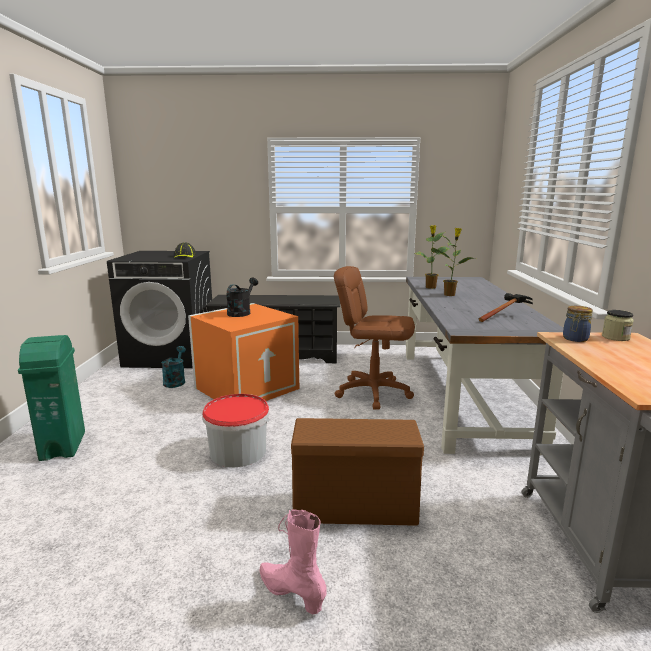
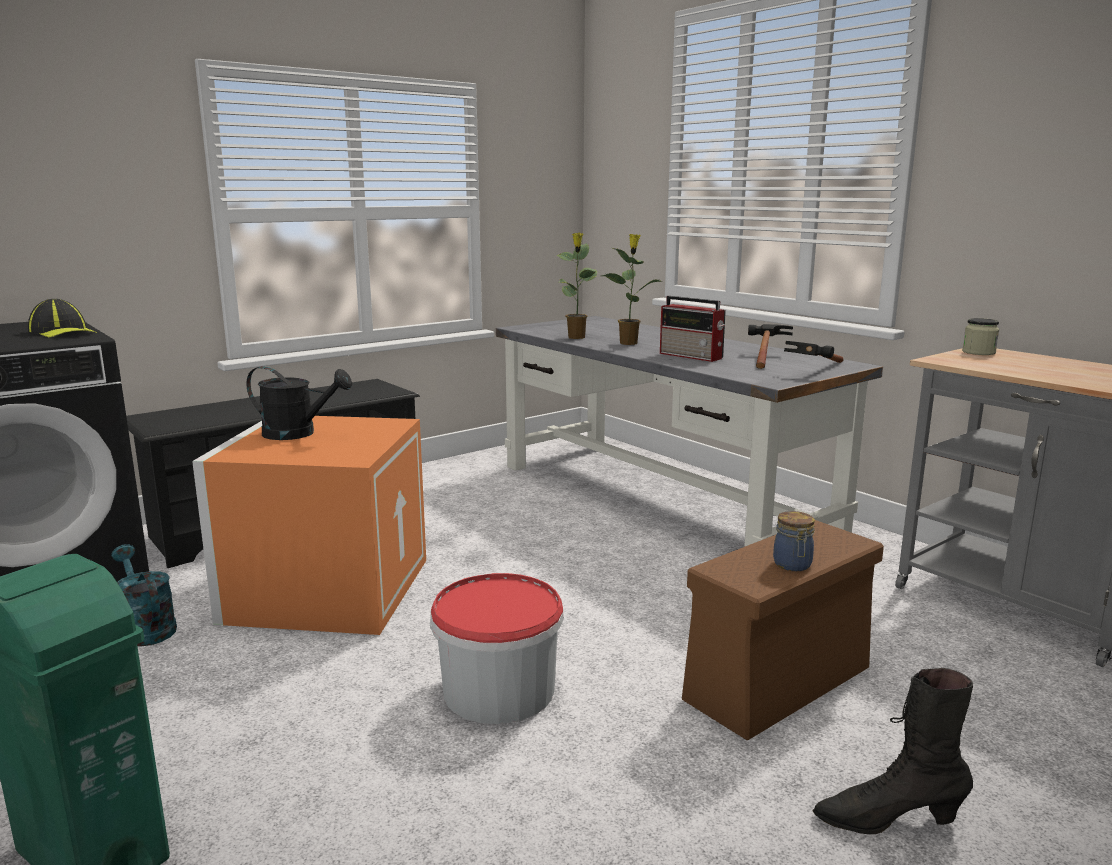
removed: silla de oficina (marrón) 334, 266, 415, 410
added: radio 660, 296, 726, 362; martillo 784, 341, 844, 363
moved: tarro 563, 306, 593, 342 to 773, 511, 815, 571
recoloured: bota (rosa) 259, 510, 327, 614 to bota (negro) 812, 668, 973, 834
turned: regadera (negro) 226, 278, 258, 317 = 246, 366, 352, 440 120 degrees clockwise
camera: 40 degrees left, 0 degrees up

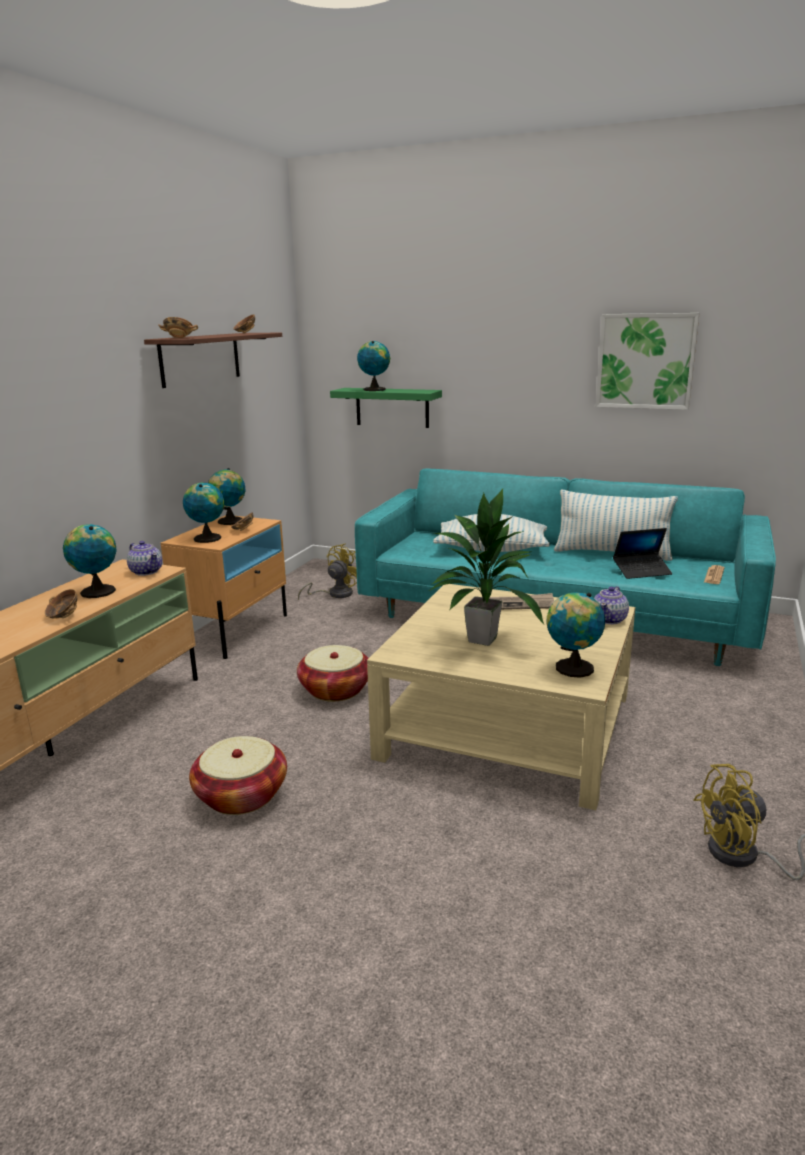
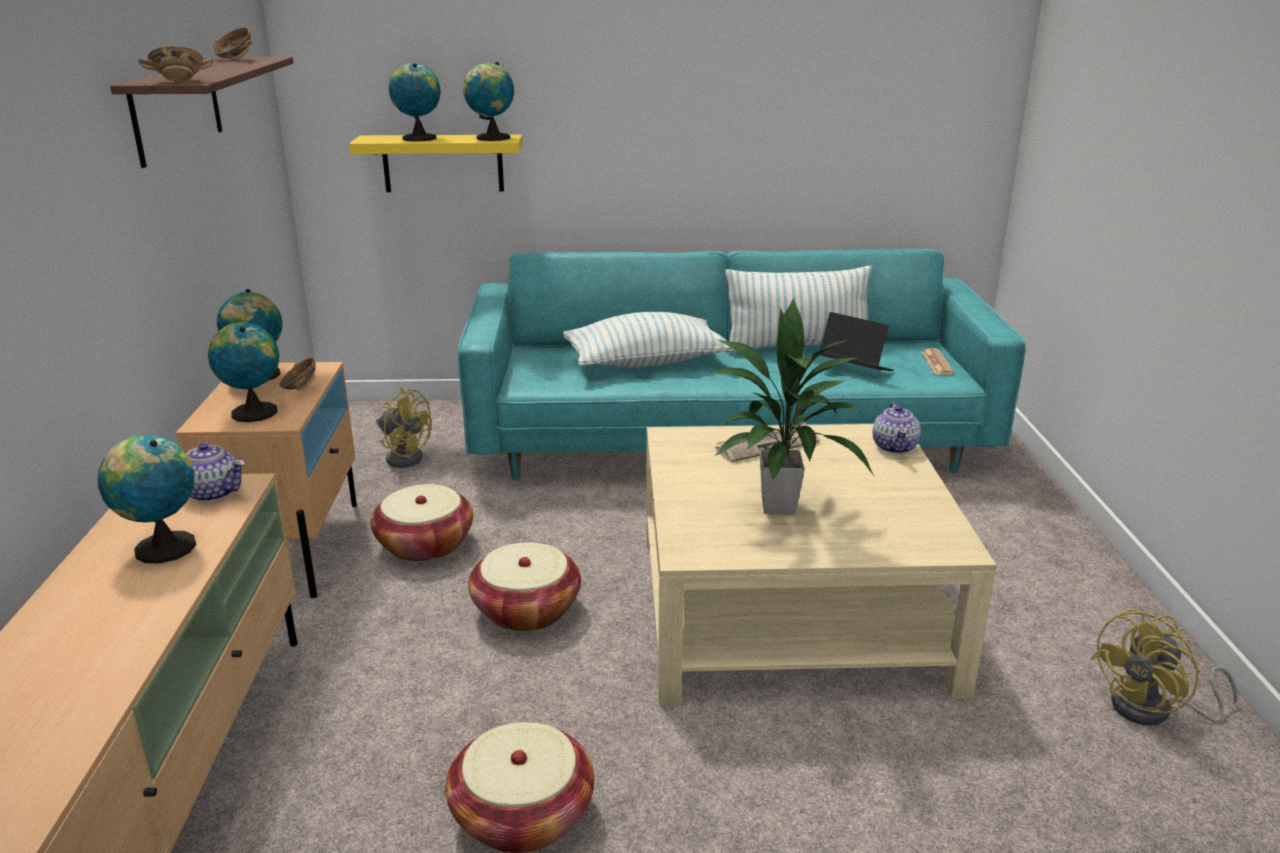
removed: cuenco 45, 589, 77, 619; cuadro 596, 313, 699, 410
added: cesta 370, 484, 473, 562
moved: globo terráqueo 546, 592, 605, 678 to 463, 62, 514, 141
recoloured: estante (verde) 330, 388, 442, 428 to estante (amarillo) 349, 135, 522, 192
turned: ventilador (amarillo) 298, 543, 357, 600 = 376, 387, 432, 468 105 degrees clockwise; portátil 613, 528, 673, 579 = 820, 312, 894, 371 105 degrees counterclockwise
camera: 25 degrees left, 5 degrees up

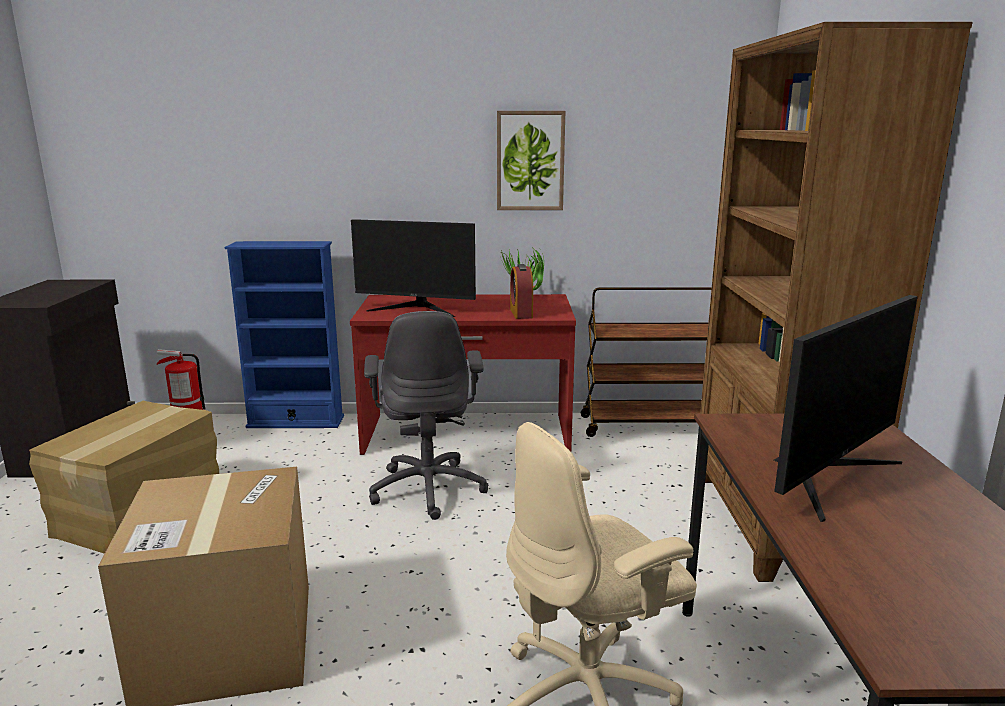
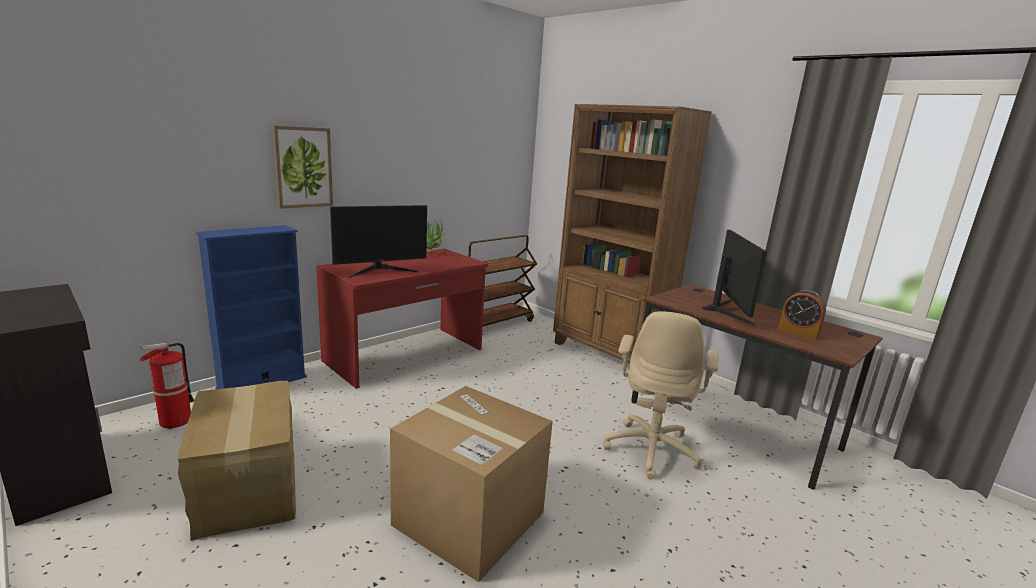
removed: silla de oficina (gris) 364, 311, 489, 520
moved: cuadro 497, 111, 565, 210 to 272, 125, 333, 209; despertador 510, 264, 533, 319 to 778, 289, 826, 340
camera: 45 degrees left, 0 degrees up

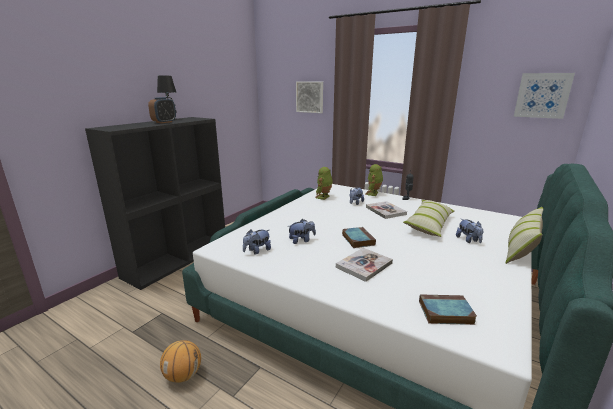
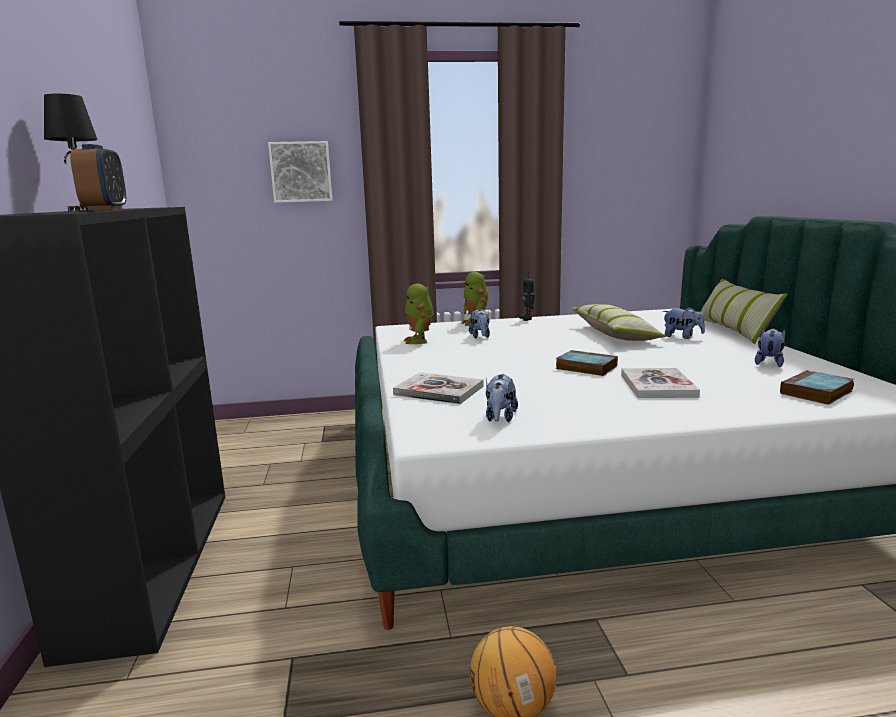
removed: cuadro 514, 73, 575, 119
moved: peluche 288, 219, 316, 244 to 755, 328, 785, 367; libro 366, 201, 407, 219 to 393, 372, 483, 404
camera: 40 degrees left, 5 degrees down

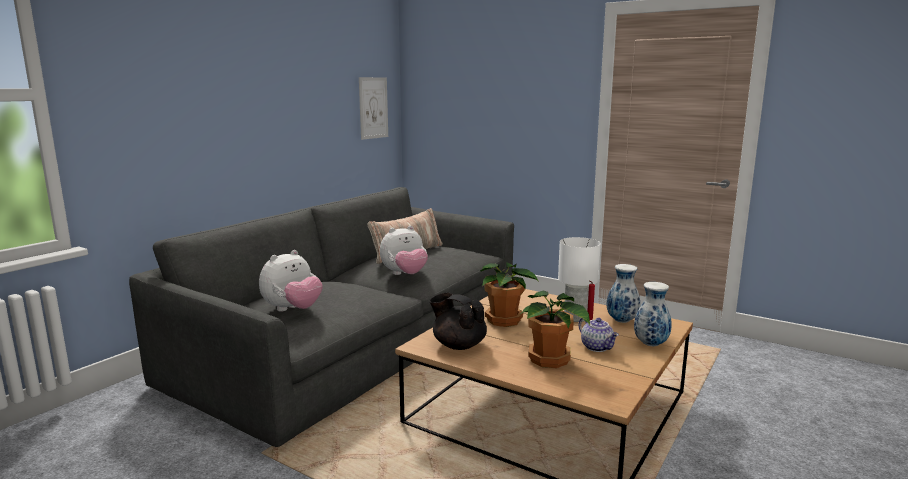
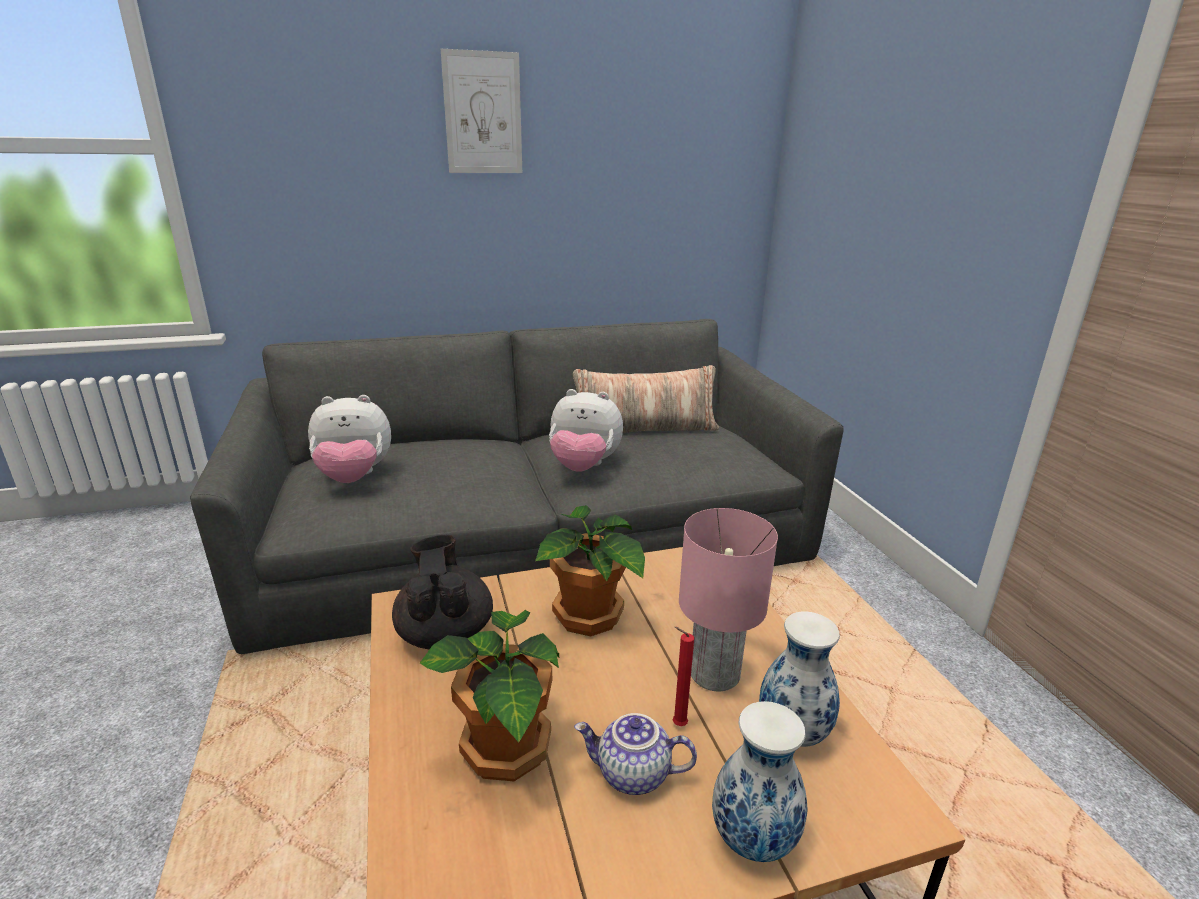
moved: cuadro 359, 77, 388, 140 to 441, 49, 522, 173
recoloured: lámpara de mesa (blanco) 558, 237, 601, 322 to lámpara de mesa (rosa) 679, 508, 778, 691
turned: tetera 579, 318, 619, 352 = 574, 713, 697, 795 90 degrees clockwise
camera: 40 degrees right, 10 degrees up

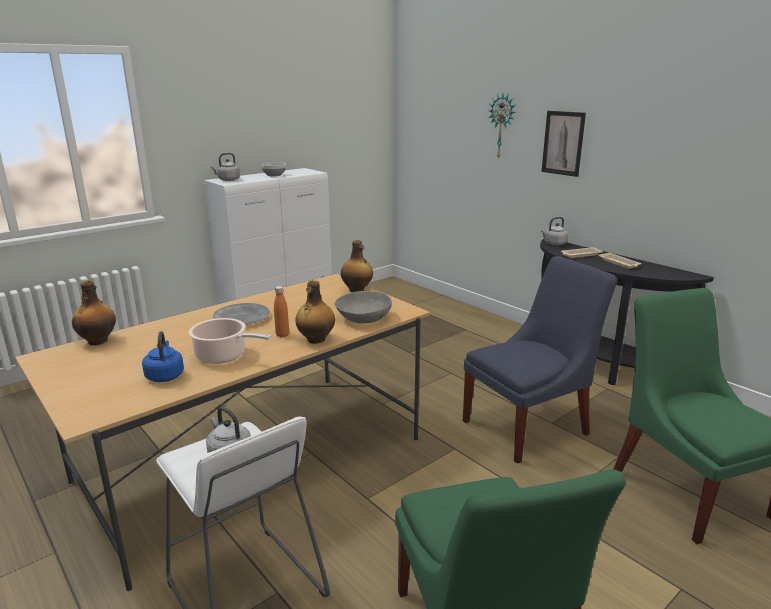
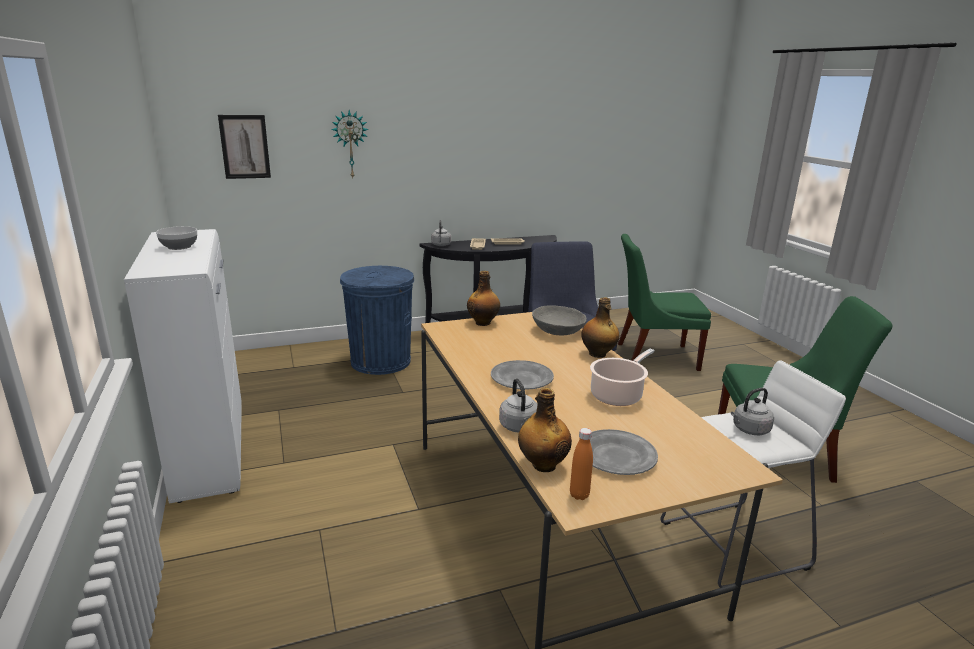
removed: hervidor (azul) 142, 331, 184, 382
added: papelera (azul) 340, 266, 414, 375; plato (gris) 590, 429, 658, 475
moved: hervidor (gris) 211, 153, 240, 181 to 499, 378, 537, 433; botella (naranja) 274, 286, 289, 337 to 570, 428, 593, 500; cuadro 542, 111, 586, 177 to 218, 115, 271, 179
camera: 70 degrees left, 0 degrees up

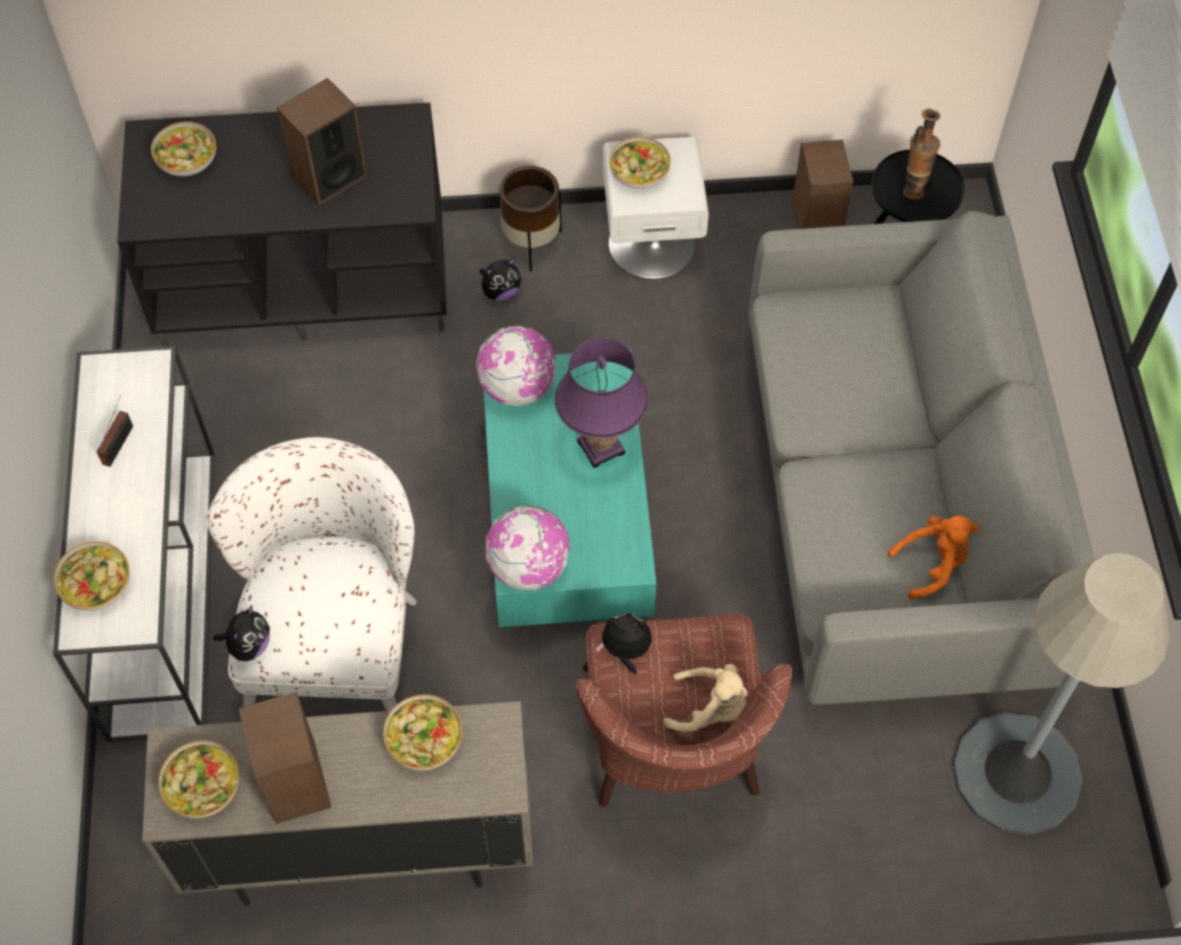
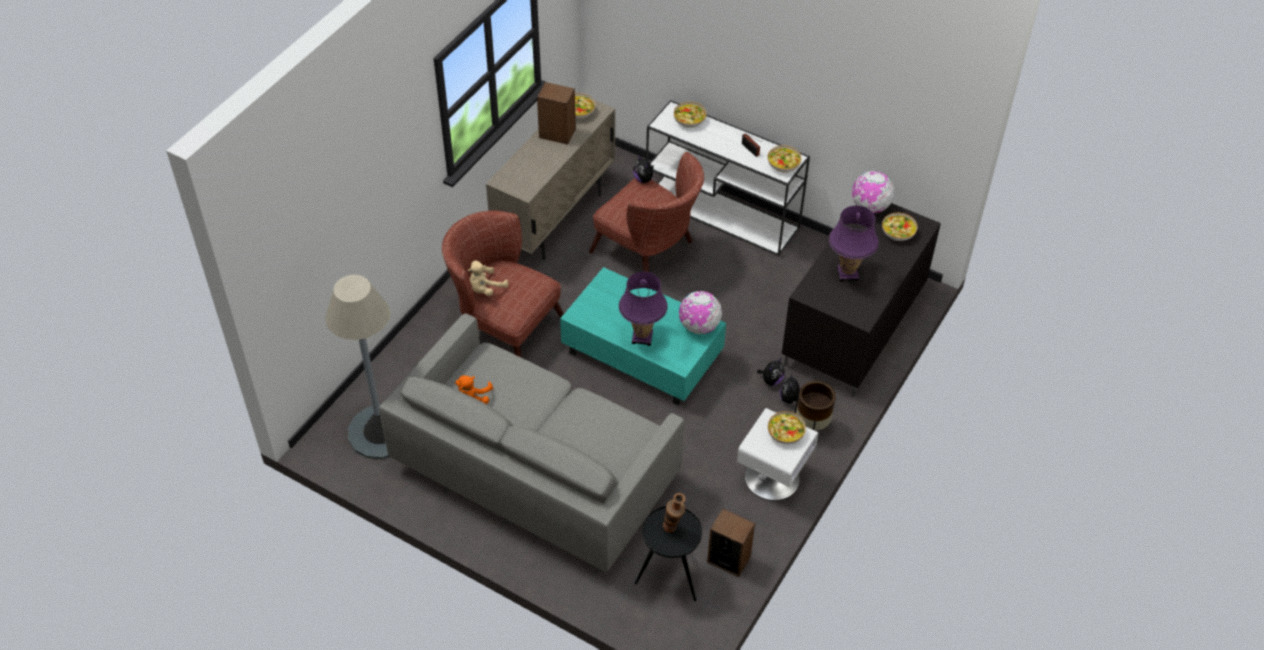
moved: cuenco 383, 695, 462, 771 to 768, 145, 801, 173; globo terráqueo 485, 505, 570, 590 to 852, 171, 894, 213; peluche 596, 614, 652, 674 to 757, 358, 785, 386
replaced: altavoz 277, 78, 367, 206 to lámpara de mesa (morado) 829, 206, 879, 282
recoloured: sillón (blanco) 206, 437, 416, 722 to sillón (marrón) 589, 152, 704, 272
camera: 125 degrees right, 10 degrees down

